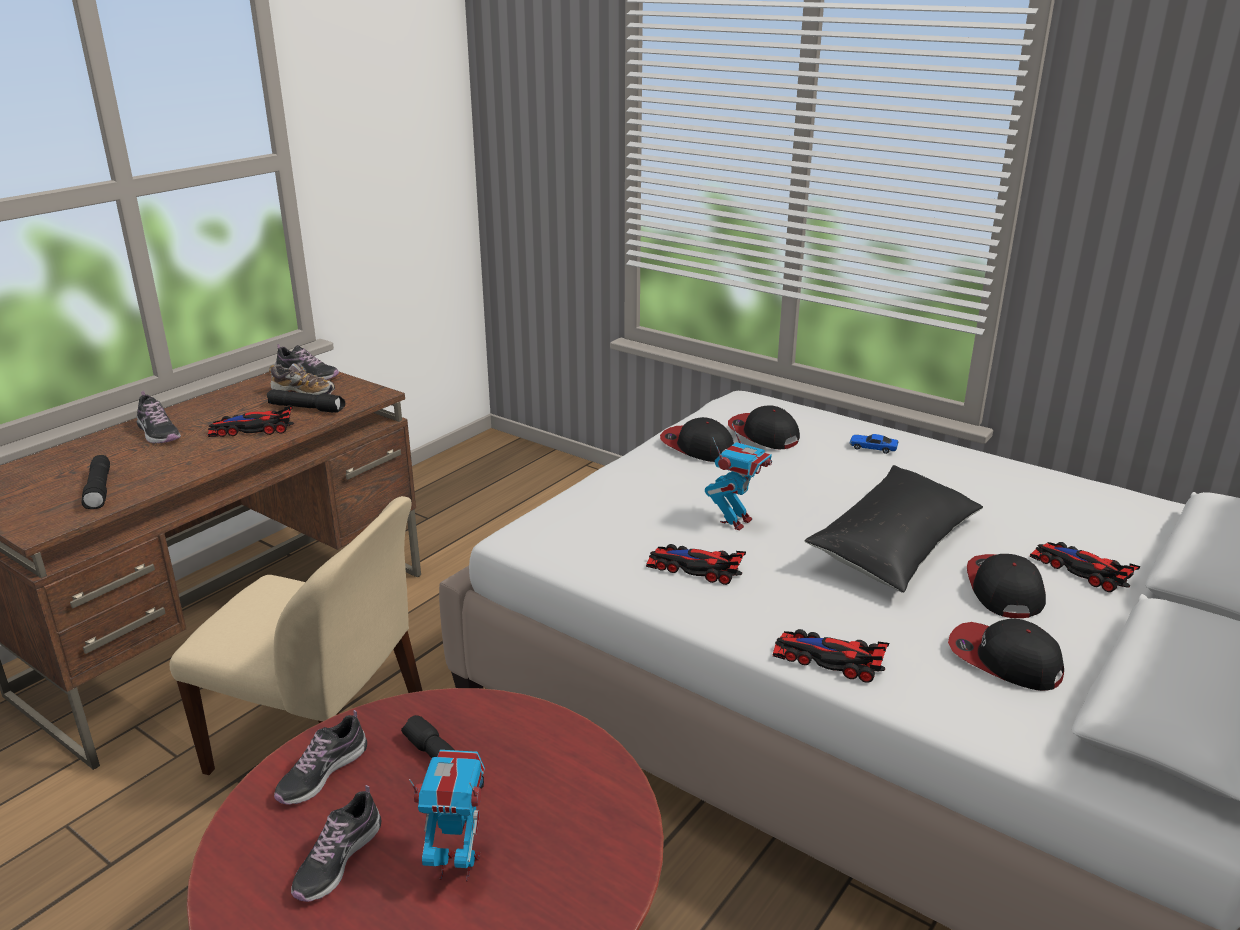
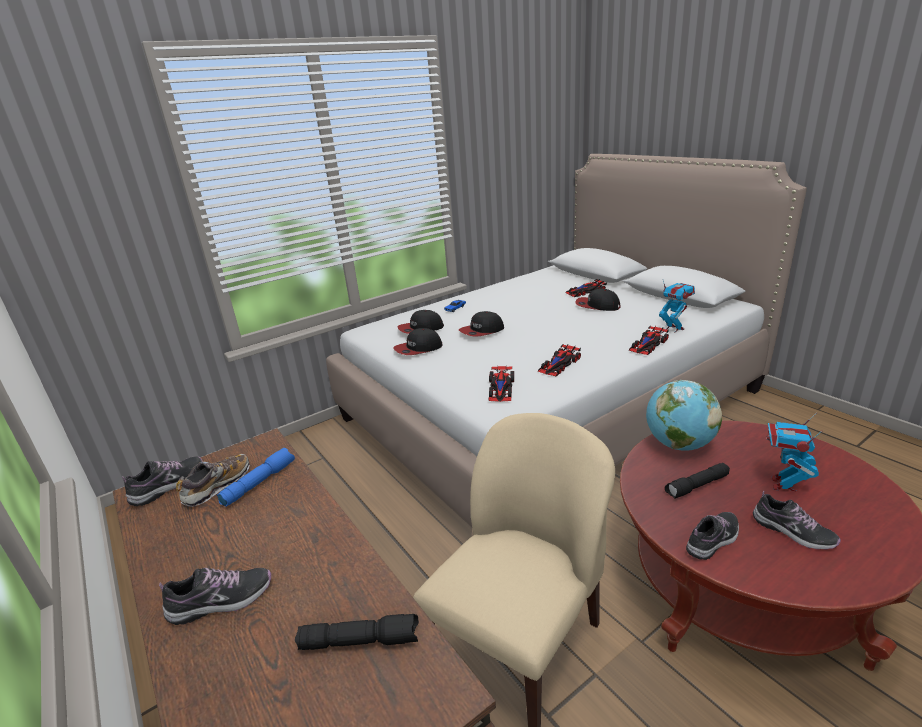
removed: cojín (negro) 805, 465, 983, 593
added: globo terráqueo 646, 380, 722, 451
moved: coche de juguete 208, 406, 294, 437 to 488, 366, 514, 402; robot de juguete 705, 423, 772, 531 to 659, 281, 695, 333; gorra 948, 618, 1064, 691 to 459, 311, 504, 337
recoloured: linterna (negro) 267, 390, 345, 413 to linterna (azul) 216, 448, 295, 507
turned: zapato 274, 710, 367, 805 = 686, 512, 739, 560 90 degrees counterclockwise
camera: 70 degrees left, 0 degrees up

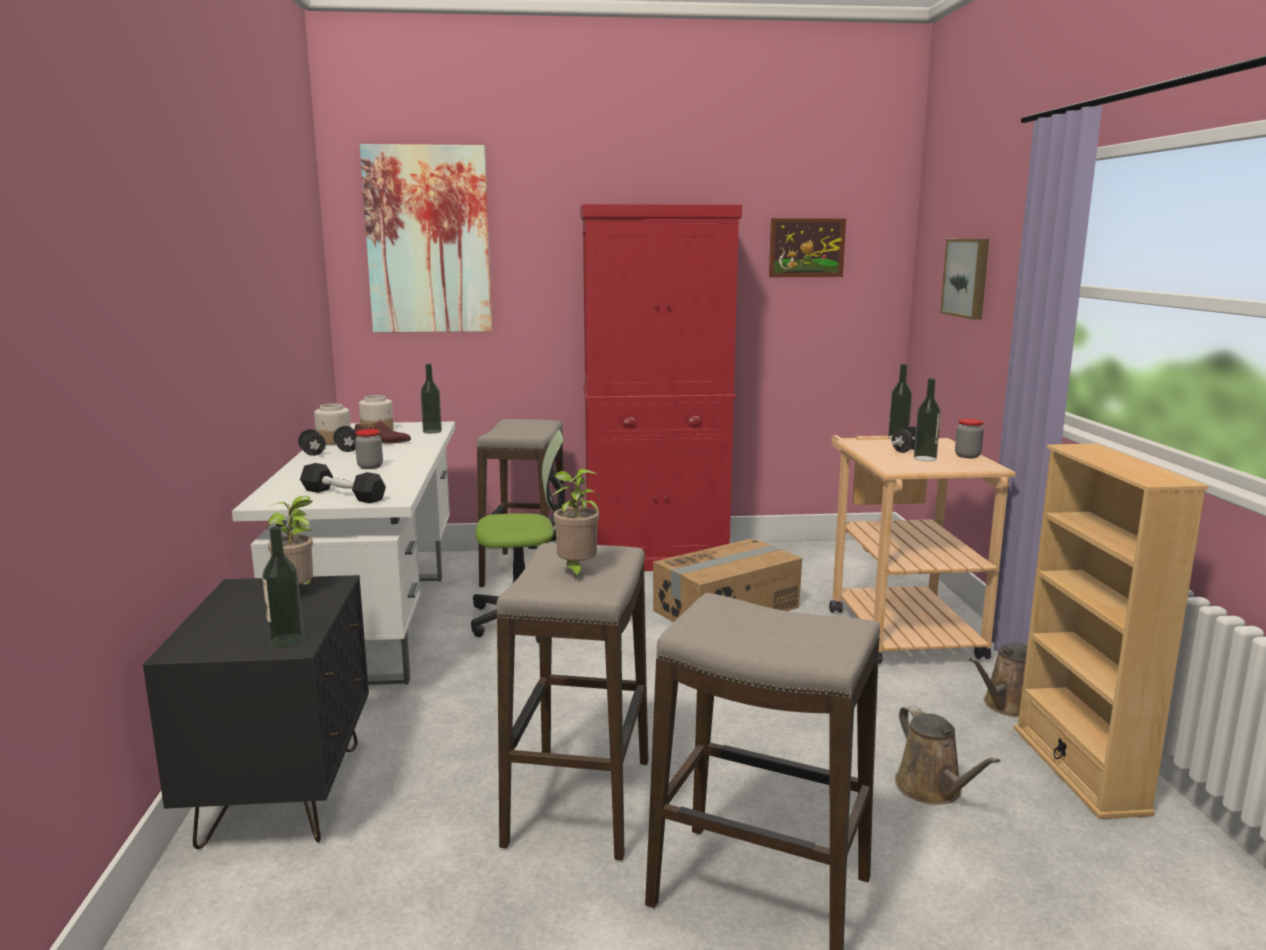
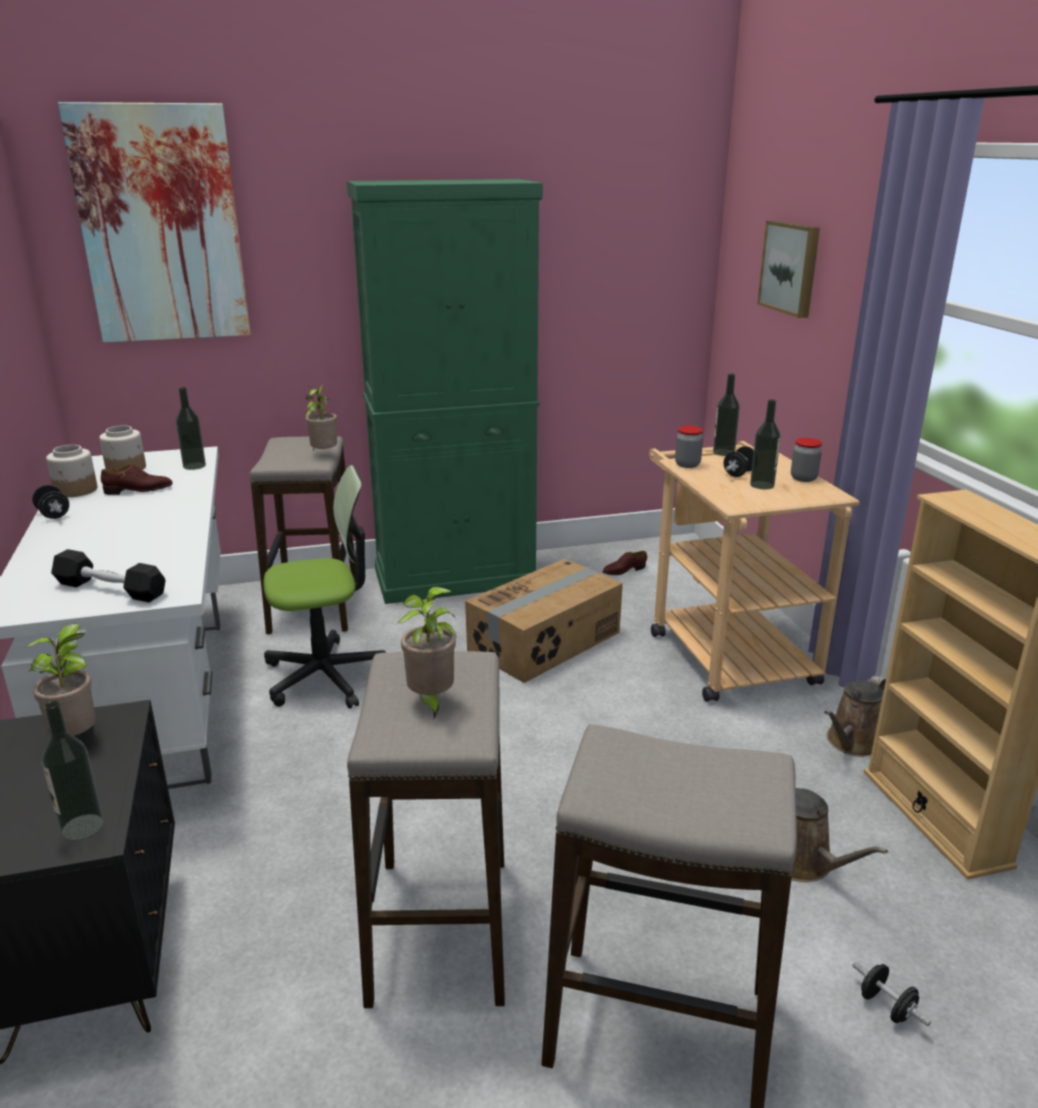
removed: cuadro 769, 218, 846, 277
added: planta en maceta 305, 386, 337, 451; zapato (marrón) 602, 551, 647, 575
moved: mancuerna (negro) 333, 426, 358, 452 to 852, 962, 931, 1026; tarro 355, 429, 383, 469 to 675, 426, 703, 468
recoloured: armario (rojo) 580, 204, 742, 571 to armario (verde) 347, 179, 543, 604
camera: 10 degrees left, 10 degrees up

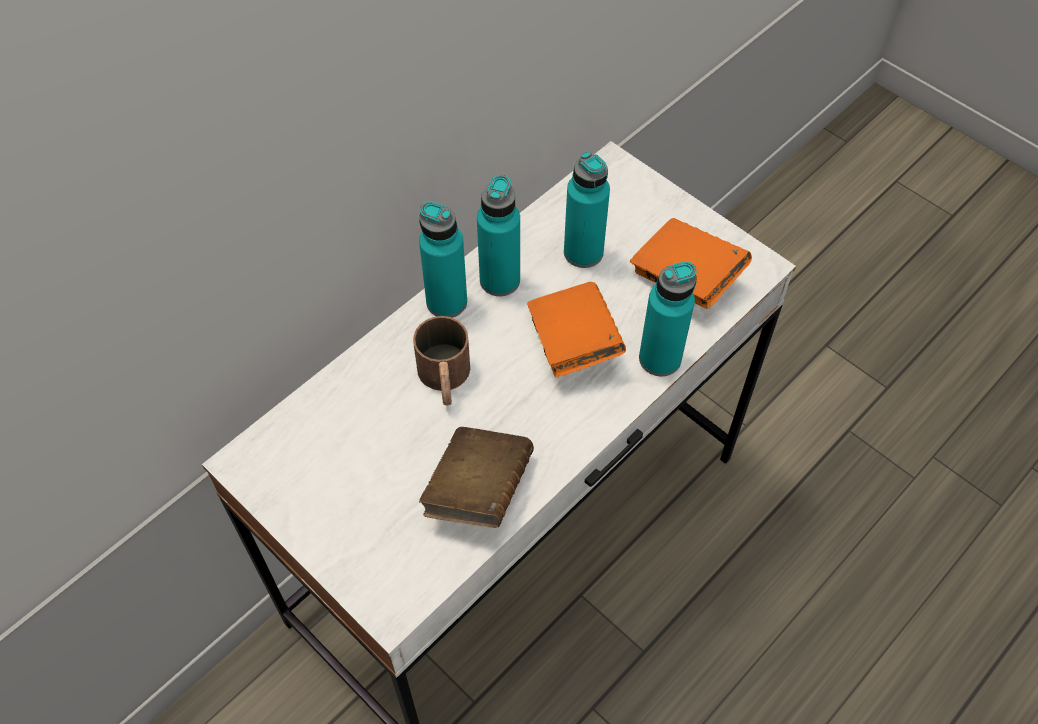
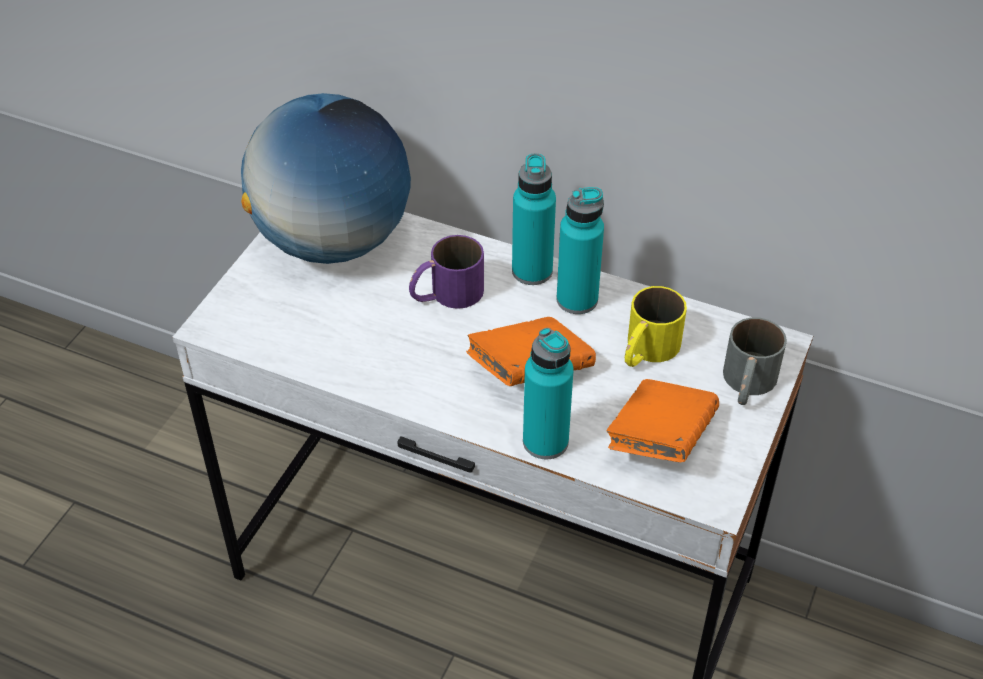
removed: libro (marrón) 419, 427, 534, 528
added: globo terráqueo 241, 93, 411, 264; taza grande (gris) 723, 317, 787, 405
replaced: botella (turquesa) 564, 151, 610, 268 to taza grande (amarillo) 625, 286, 687, 367
recoloured: taza grande (marrón) 413, 316, 470, 406 to taza grande (morado) 409, 235, 484, 309
camera: 70 degrees right, 10 degrees down

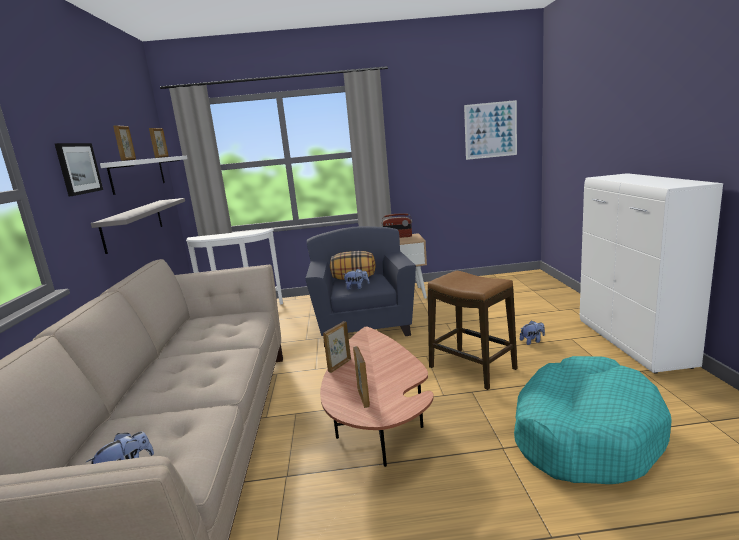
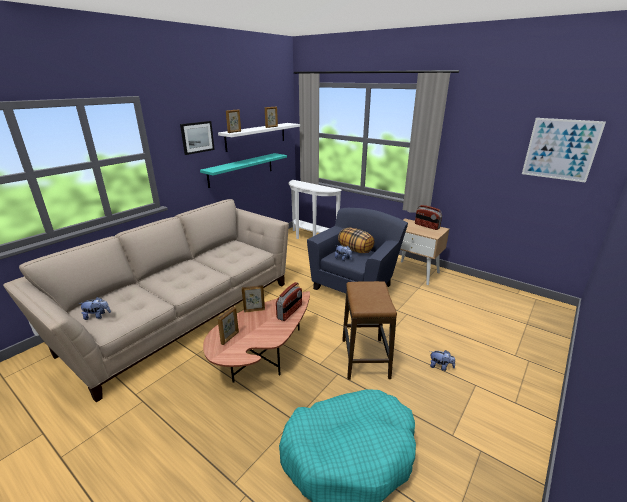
removed: armario (blanco) 580, 173, 723, 374
added: radio 276, 282, 302, 321
recoloured: estante (gris) 91, 198, 185, 254 to estante (turquesa) 200, 153, 287, 188
camera: 40 degrees right, 10 degrees up

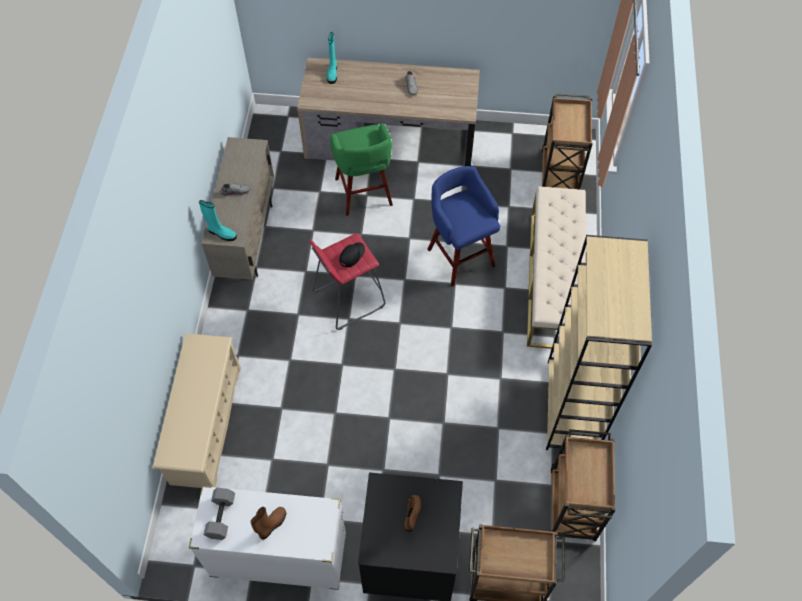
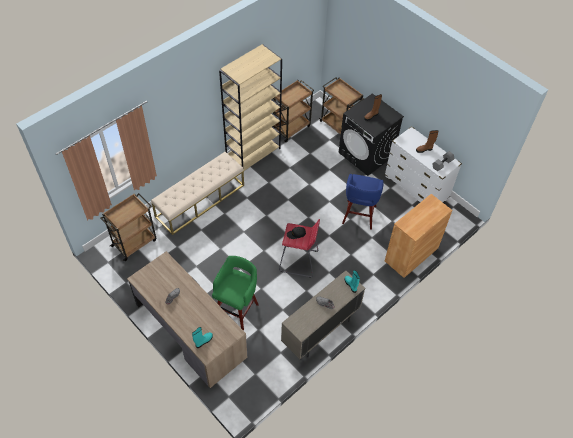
moved: taburete (azul) 427, 166, 500, 287 to 342, 174, 384, 230
replaced: zapatero (beis) 153, 333, 241, 488 to armario (marrón) 385, 194, 452, 278
camera: 140 degrees left, 5 degrees down

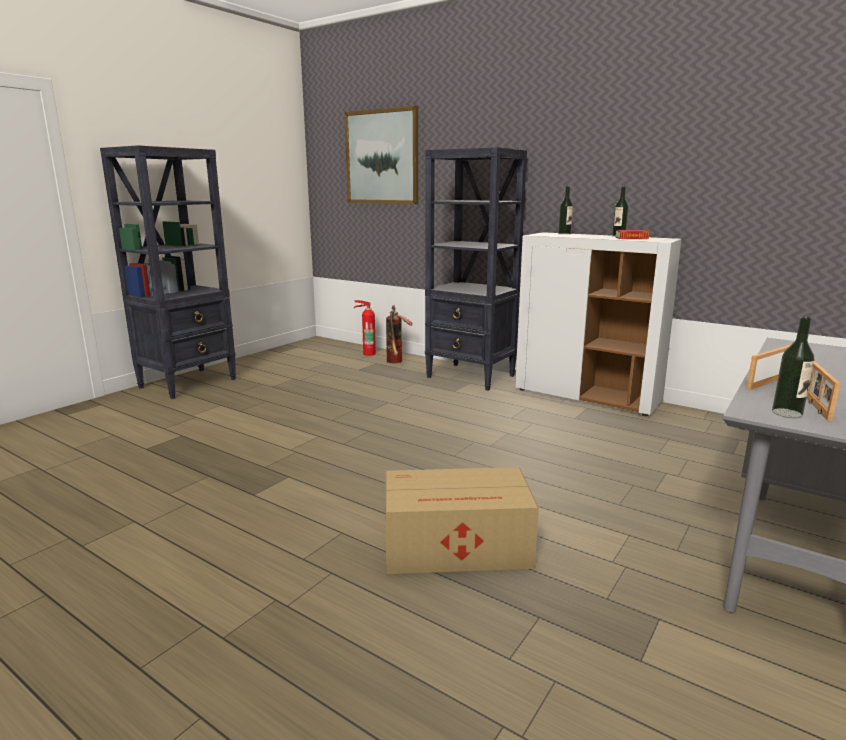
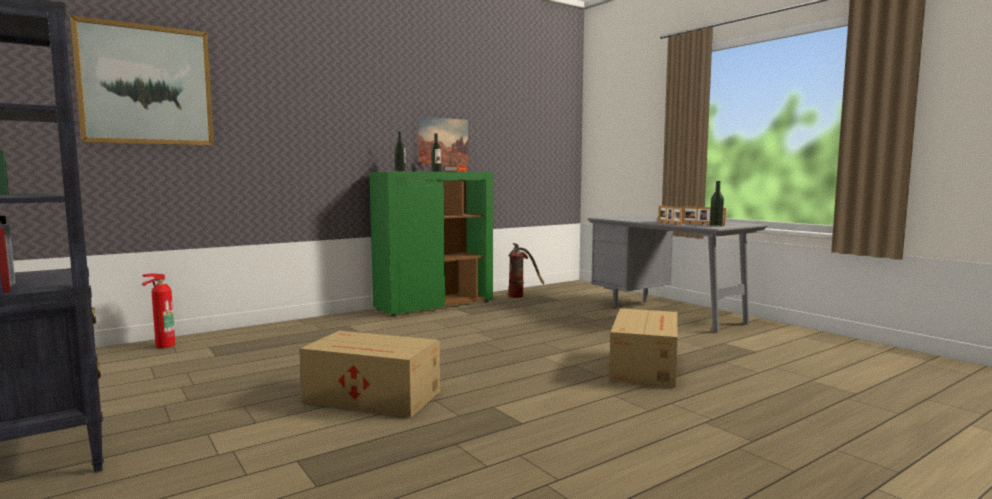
removed: estantería (negro) 425, 147, 527, 391
added: caja de cartón 299, 331, 440, 418; cuadro 417, 117, 468, 165
moved: extintor 386, 305, 413, 363 to 509, 243, 544, 298
recoloured: armario (blanco) 515, 232, 682, 416 to armario (verde) 369, 172, 493, 317
camera: 70 degrees left, 10 degrees down

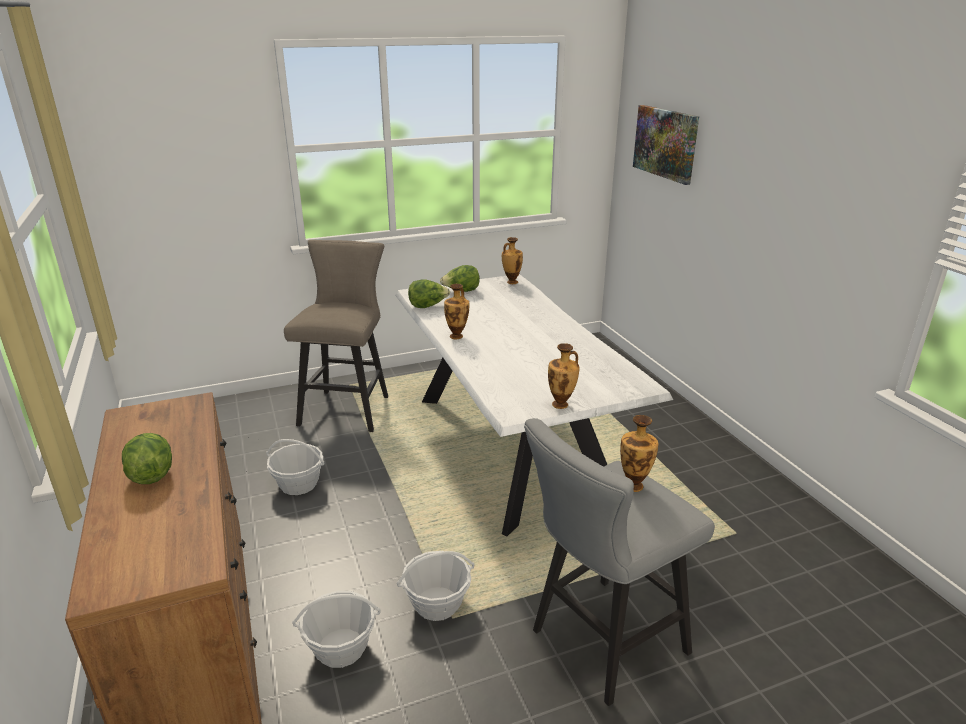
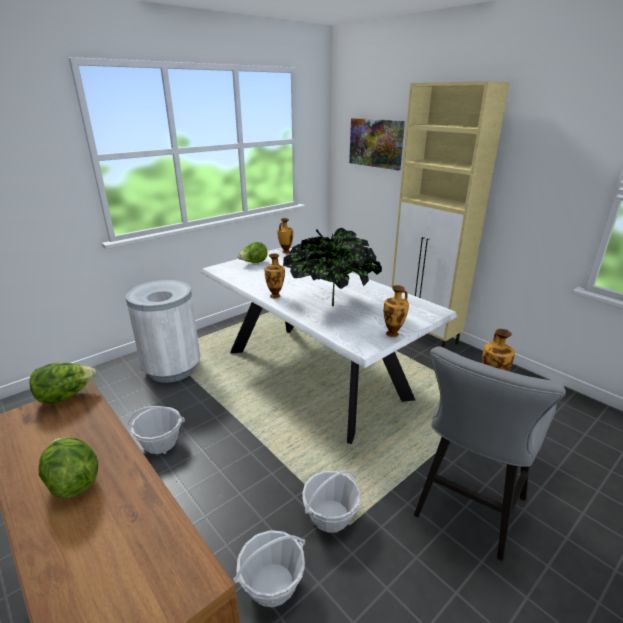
added: planta en maceta 283, 228, 382, 306; armario (beis) 392, 81, 510, 348
moved: lechuga 408, 279, 450, 308 to 29, 363, 96, 404
replaced: taburete (beis) 284, 240, 388, 432 to papelera (blanco) 126, 280, 200, 383
camera: 20 degrees left, 0 degrees up

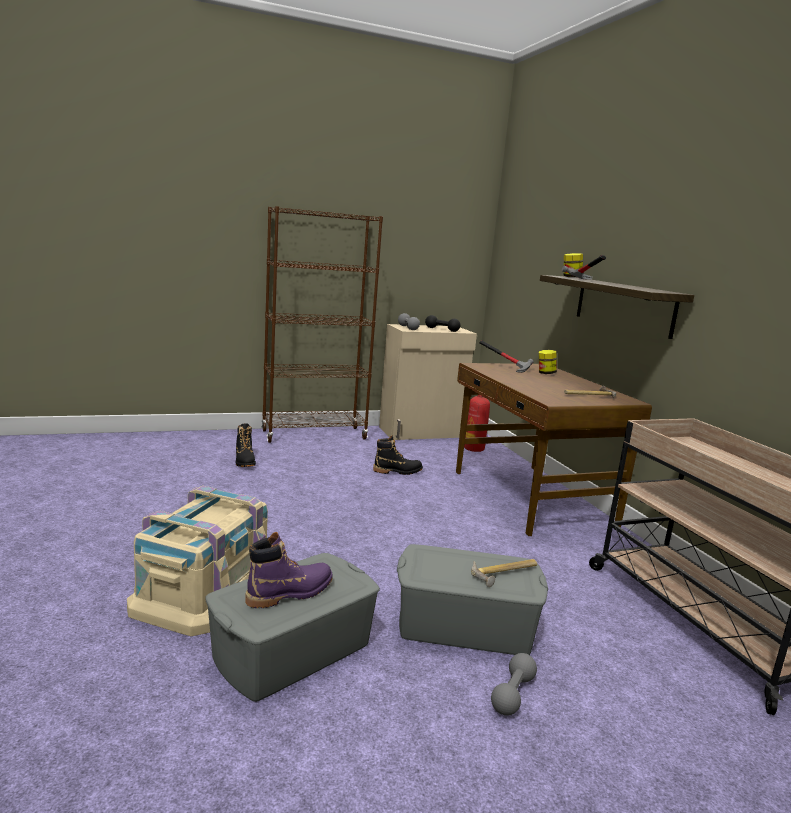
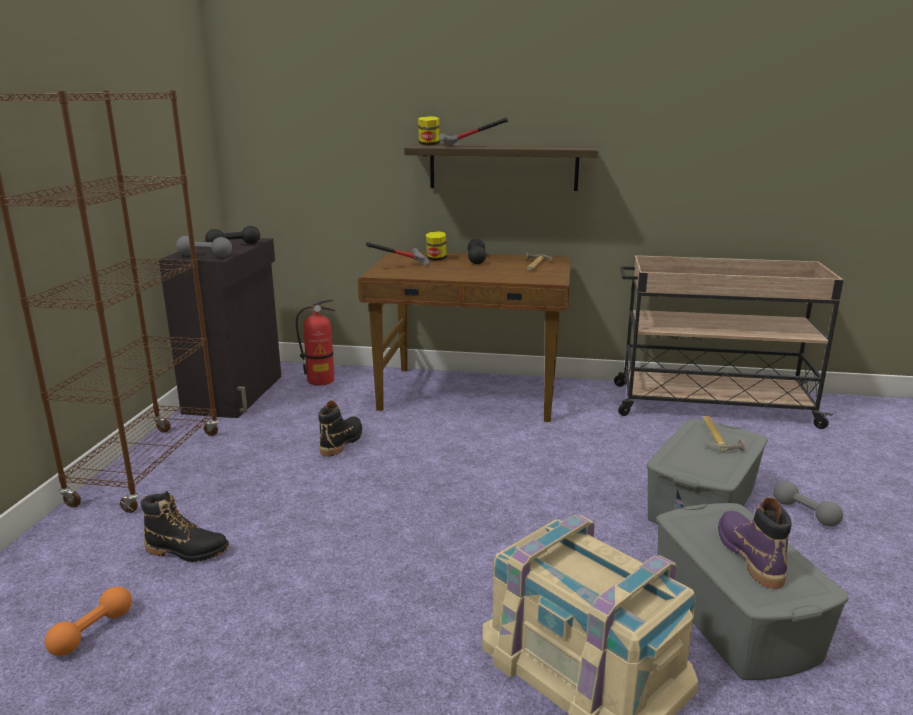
added: mancuerna (naranja) 45, 586, 132, 656; mancuerna (negro) 468, 239, 486, 264
recoloured: armario (beis) 379, 324, 477, 440 to armario (negro) 159, 238, 281, 418
camera: 60 degrees left, 5 degrees up

